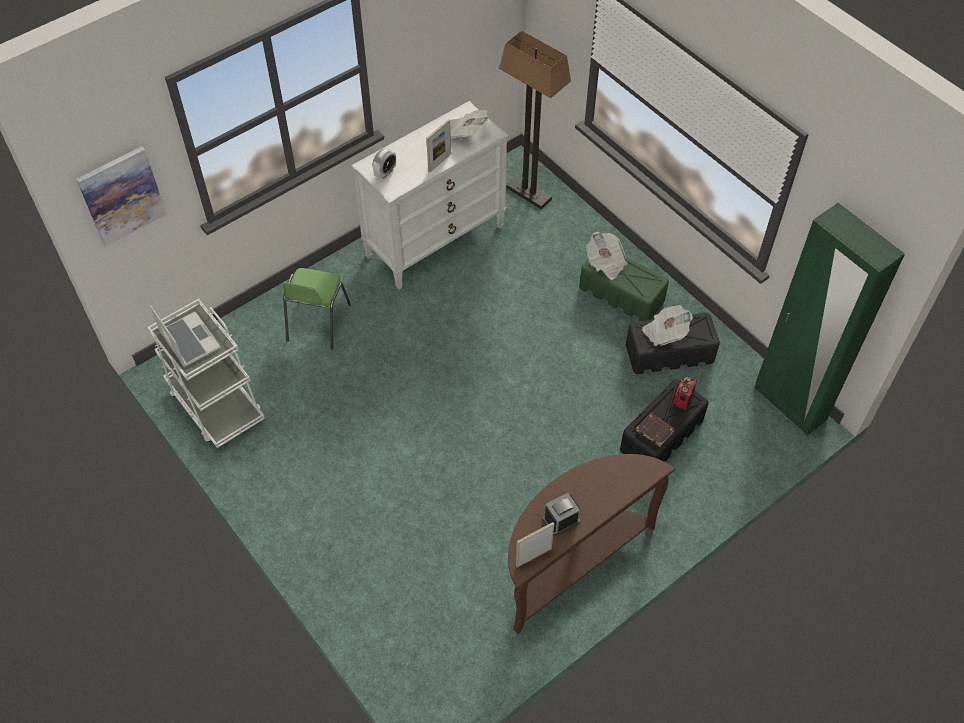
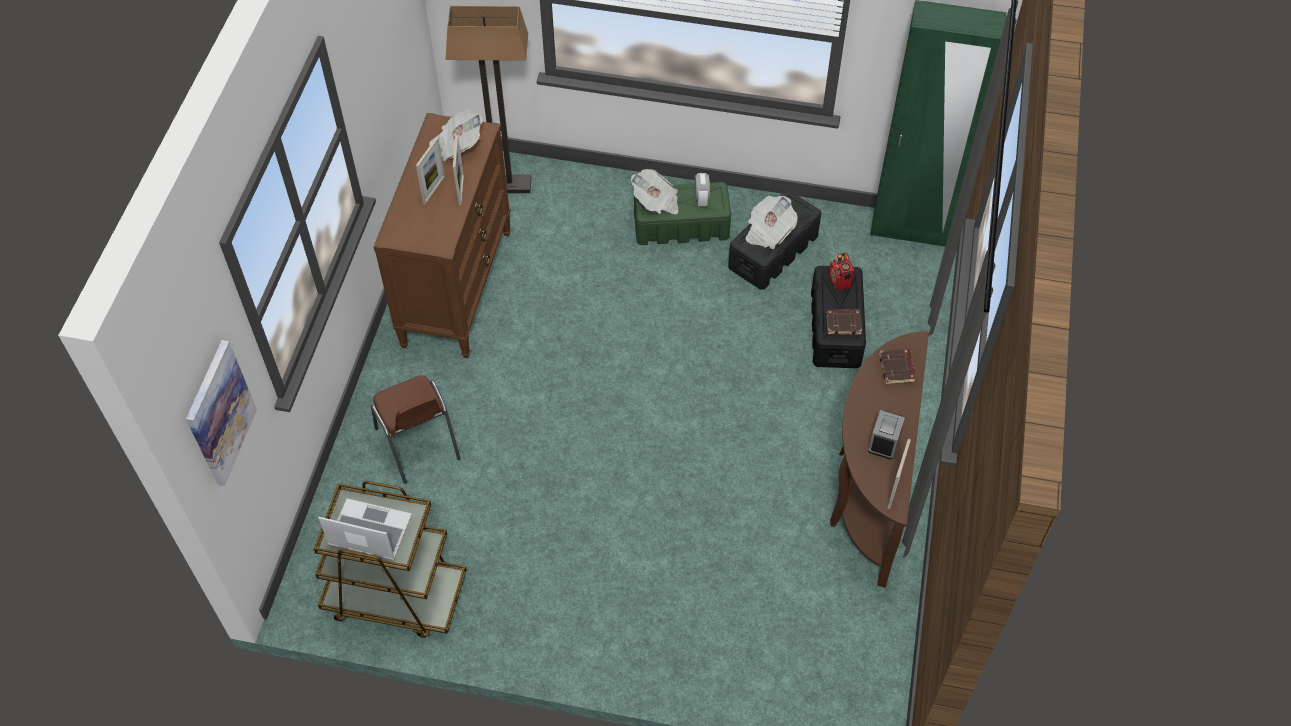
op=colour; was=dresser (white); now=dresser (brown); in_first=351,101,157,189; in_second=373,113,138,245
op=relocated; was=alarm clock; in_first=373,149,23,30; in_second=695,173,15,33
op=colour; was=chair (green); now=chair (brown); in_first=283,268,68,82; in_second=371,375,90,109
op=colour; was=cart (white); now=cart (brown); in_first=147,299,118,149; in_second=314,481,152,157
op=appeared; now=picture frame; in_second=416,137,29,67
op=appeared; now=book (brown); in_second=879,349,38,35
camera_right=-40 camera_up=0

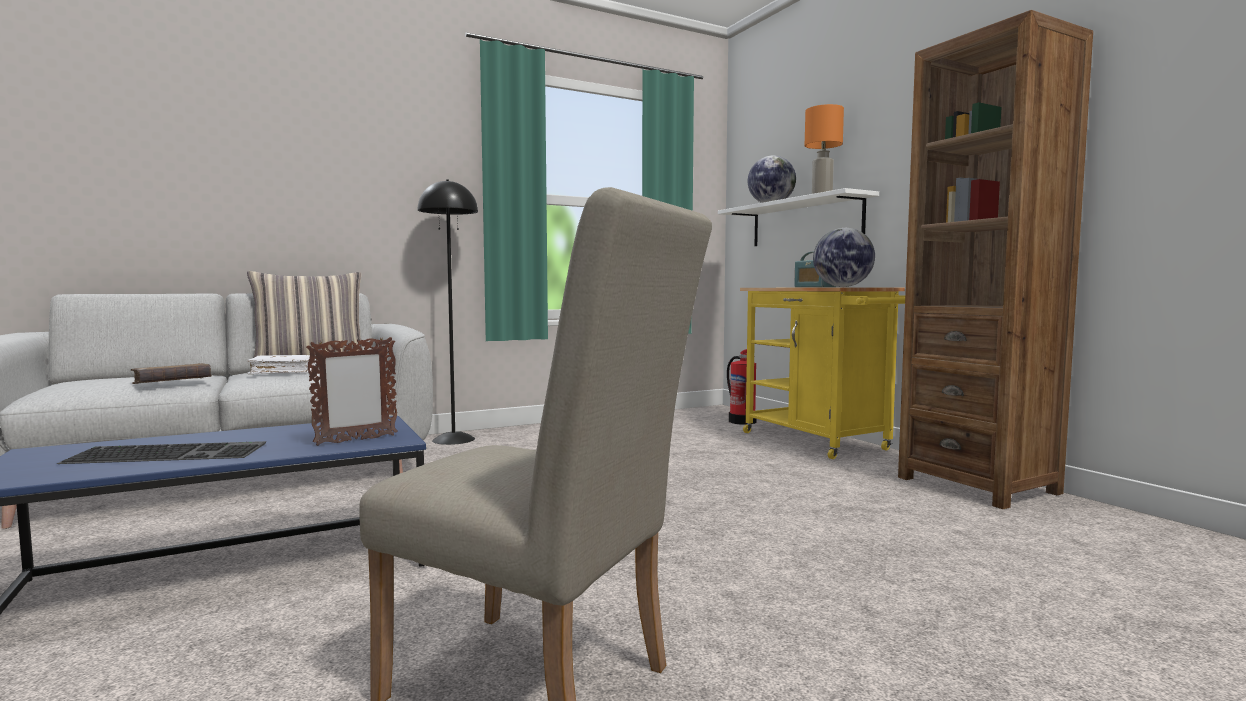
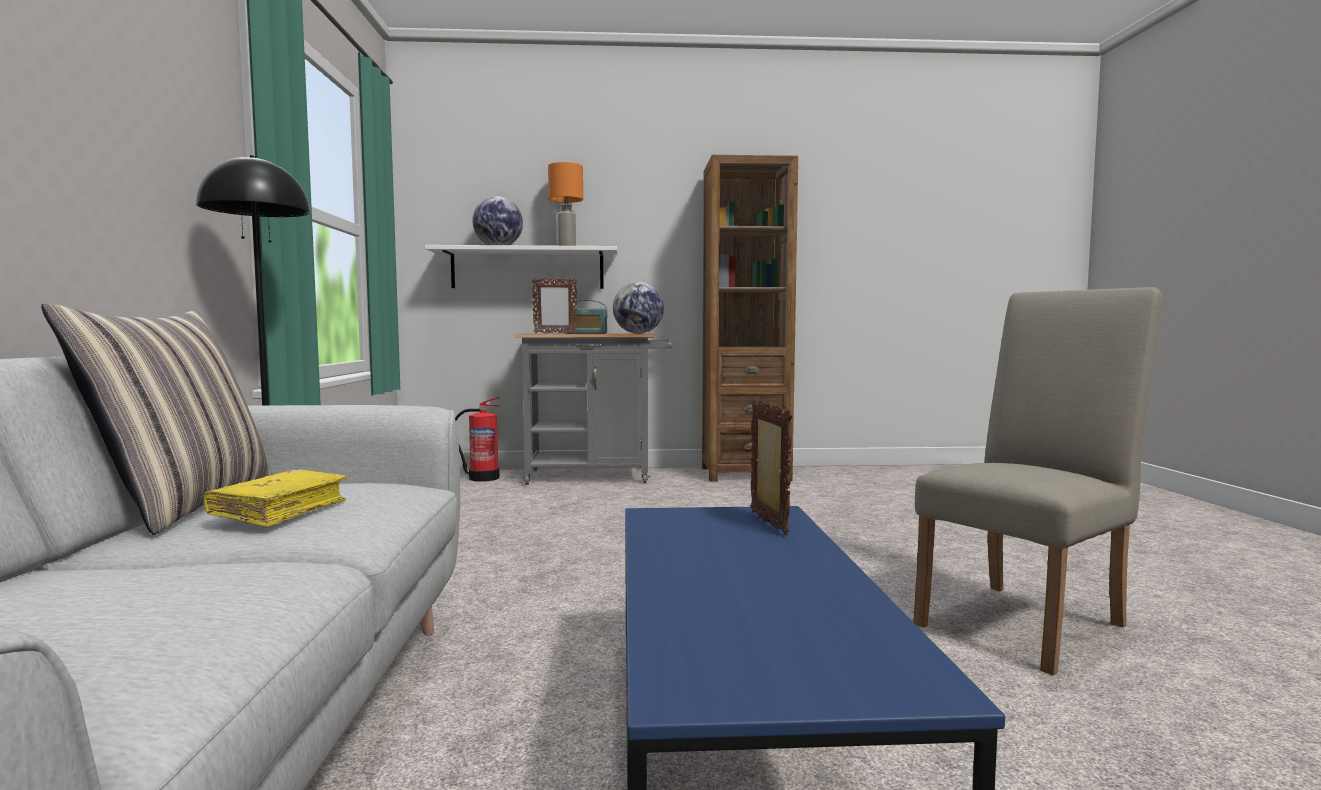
op=colour; was=cart (yellow); now=cart (grey); in_first=740,287,165,172; in_second=515,334,159,151
op=colour; was=book (white); now=book (yellow); in_first=247,355,69,19; in_second=203,469,144,58
op=missing; was=book (brown); in_first=130,363,82,21
op=missing; was=keyboard; in_first=57,441,209,23
op=appeared; now=picture frame; in_second=532,279,45,55
camera_right=-65 camera_up=0

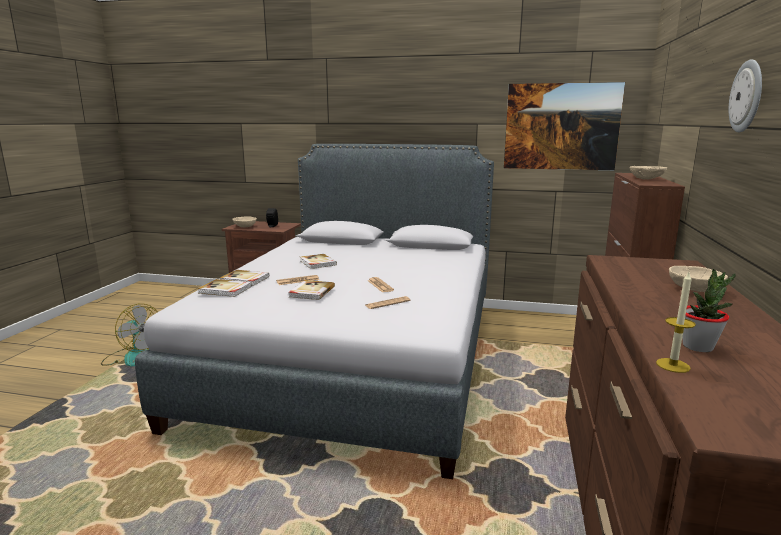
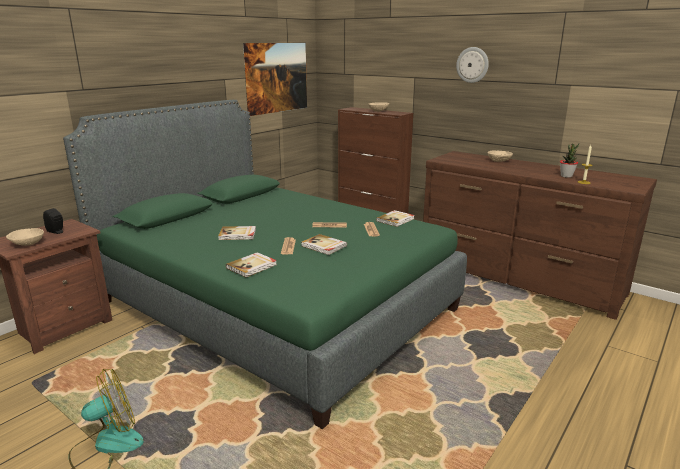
op=colour; was=bed (grey); now=bed (green); in_first=135,144,359,335; in_second=63,100,404,329
op=relocated; was=book; in_first=198,279,54,18; in_second=376,210,38,17
camera_right=-65 camera_up=5

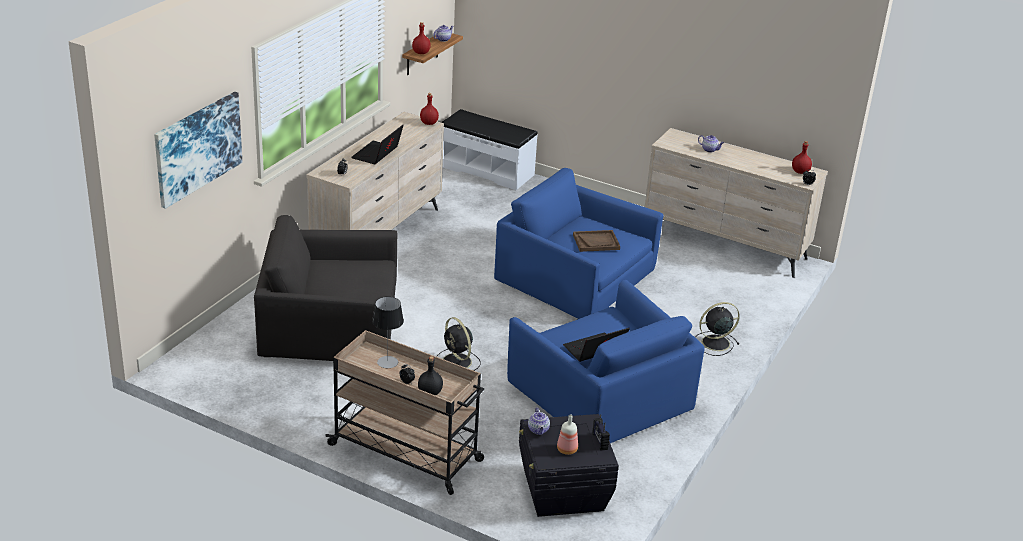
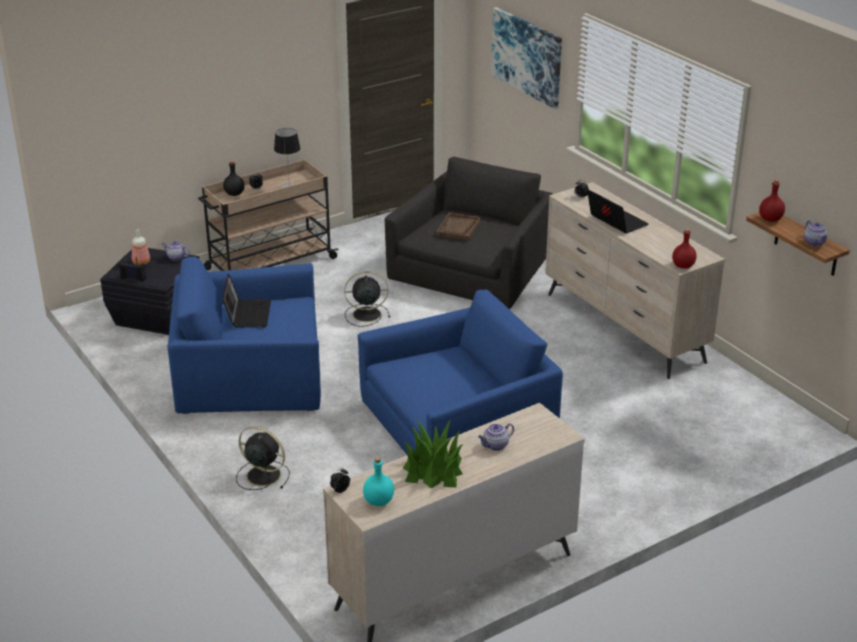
op=missing; was=bench (white); in_first=441,109,97,81
op=colour; was=bottle (red); now=bottle (turquoise); in_first=792,141,20,33; in_second=363,457,31,49
op=relocated; was=tray (brown); in_first=573,230,47,22; in_second=436,213,45,27
op=spun; was=fan (black); in_first=697,302,43,54; in_second=236,426,54,64; clockwise=-75
op=appeared; now=potted plant; in_second=403,420,60,68
camera_right=120 camera_up=0

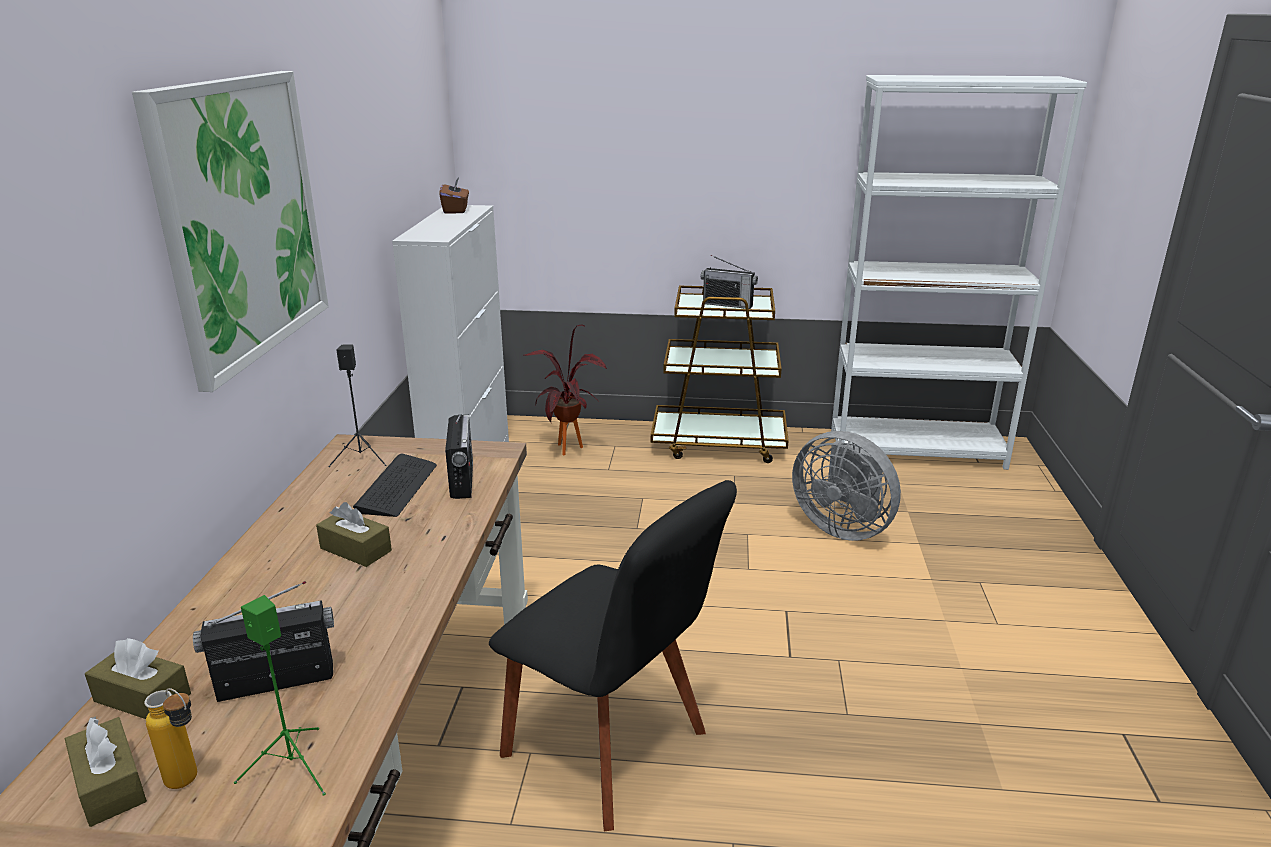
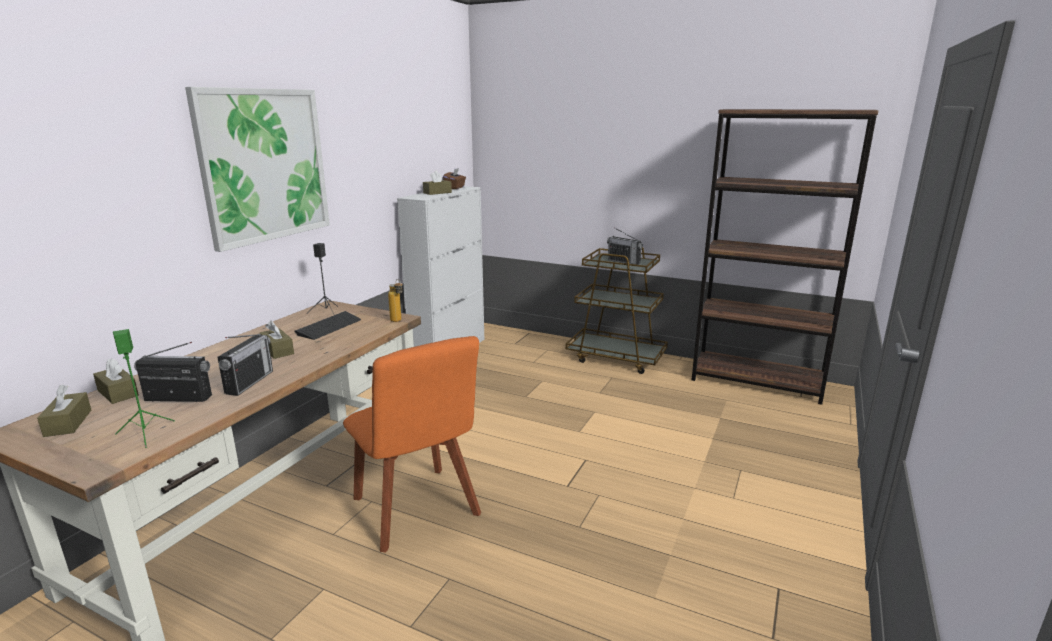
op=colour; was=bookcase (white); now=bookcase (brown); in_first=831,75,256,395; in_second=692,109,187,296
op=missing; was=potted plant; in_first=524,325,83,130
op=relocated; was=radio; in_first=445,414,28,85; in_second=217,334,56,62
op=missing; was=fan (grey); in_first=792,431,109,110
op=colour; was=chair (black); now=chair (orange); in_first=489,480,248,352; in_second=343,336,138,217
op=relocated; was=bottle; in_first=144,688,53,101; in_second=388,279,15,43
op=appeared; now=tissue box (brown); in_second=423,171,29,24
camera_right=20 camera_up=-5

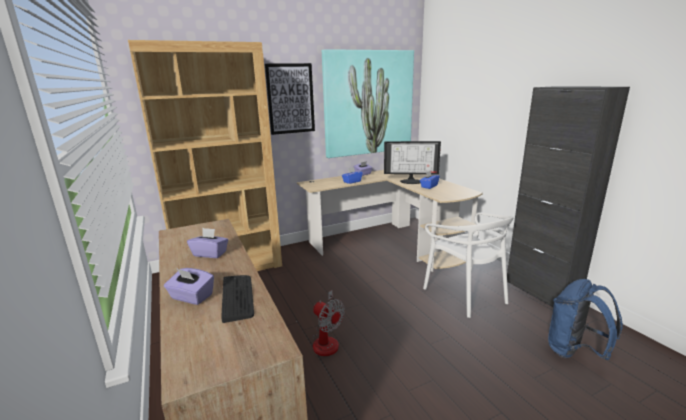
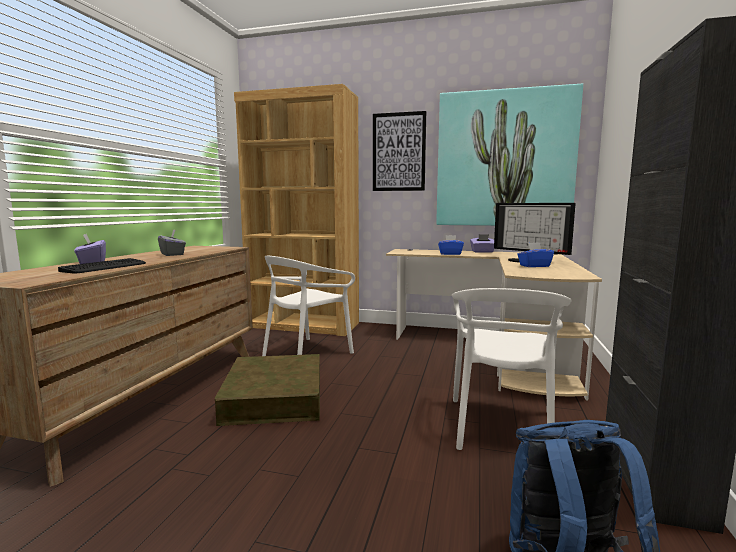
op=colour; was=tissue box (purple); now=tissue box (grey); in_first=187,228,41,30; in_second=158,229,28,27
op=exchanged; was=fan; now=storage box (brown); in_first=313,290,32,66; in_second=215,354,105,72
op=appeared; now=chair (white); in_second=262,256,93,100
camera_right=40 camera_up=-10

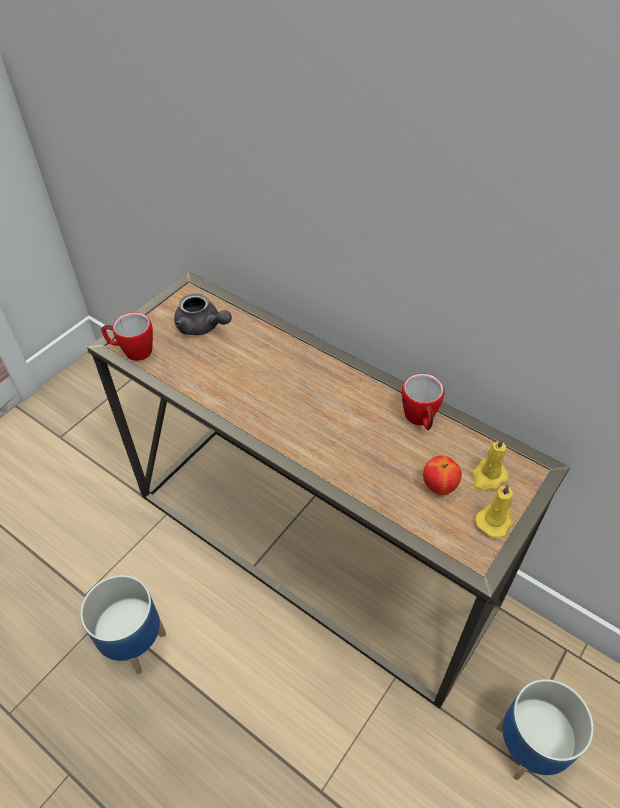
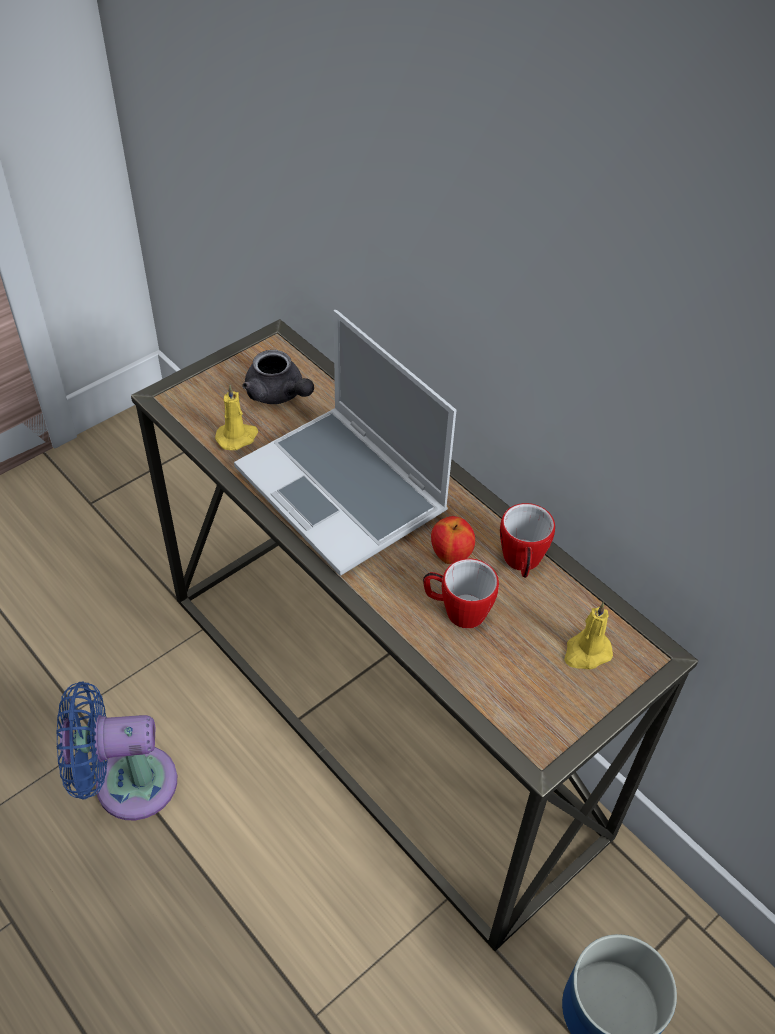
op=relocated; was=mug; in_first=101,312,52,49; in_second=423,558,76,70
op=relocated; was=apple; in_first=423,456,39,40; in_second=431,516,44,48
op=relocated; was=candle (yellow); in_first=475,484,38,54; in_second=215,385,43,65
op=exchanged; was=planter; now=fan (blue); in_first=81,575,85,99; in_second=56,682,121,138
op=appeared; now=laptop; in_second=234,310,222,266
camera_right=10 camera_up=0

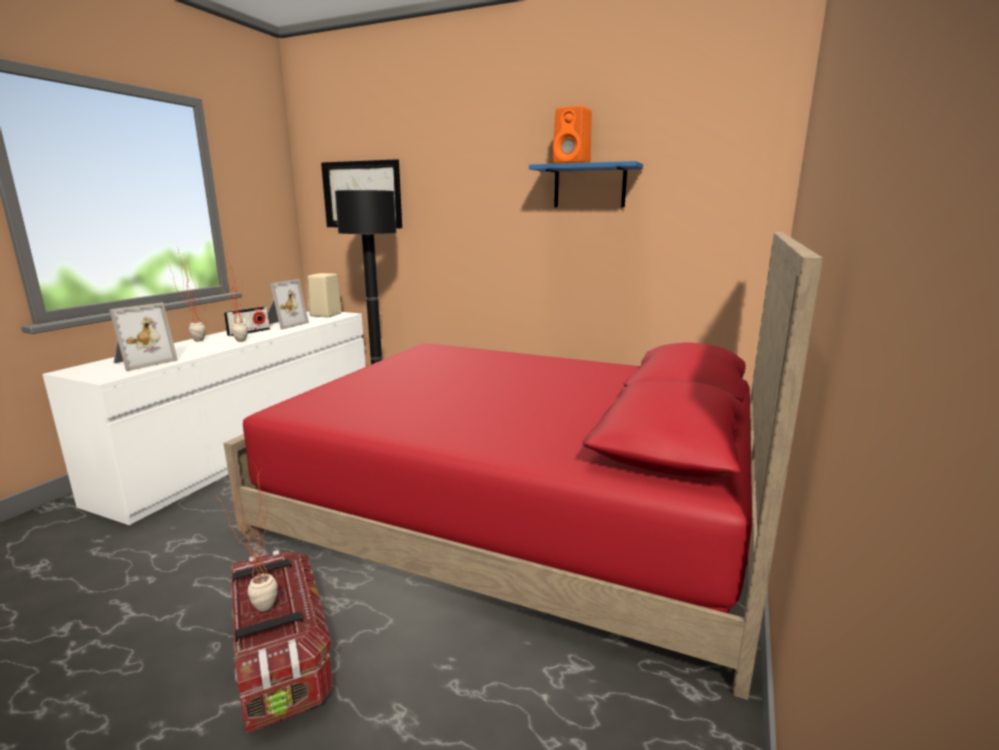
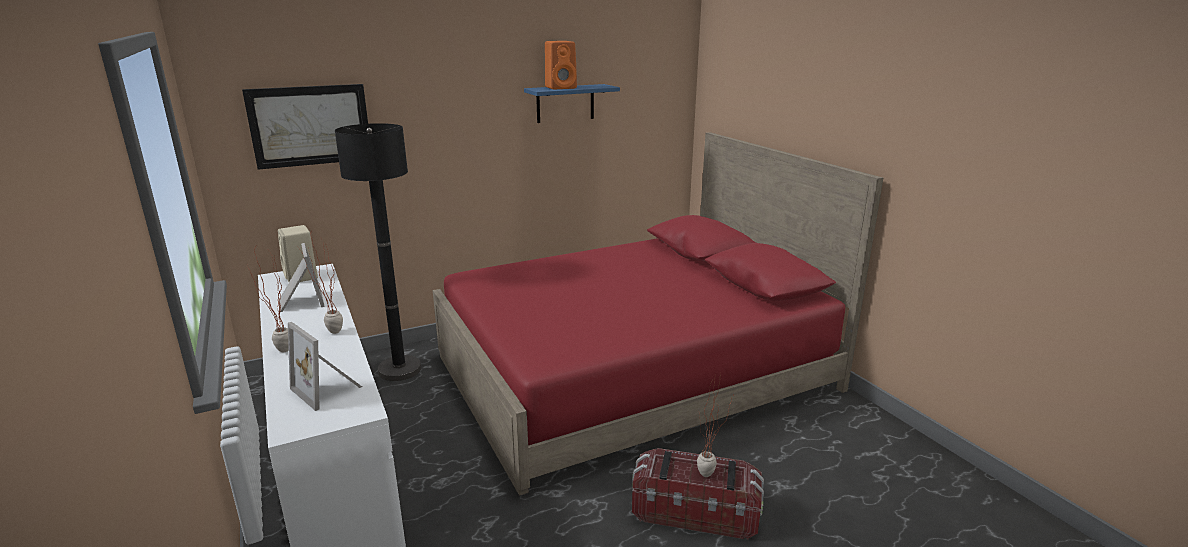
op=spun; was=picture frame; in_first=109,302,69,69; in_second=288,322,74,89; clockwise=150
op=missing; was=radio; in_first=224,306,46,30
camera_right=-50 camera_up=5

